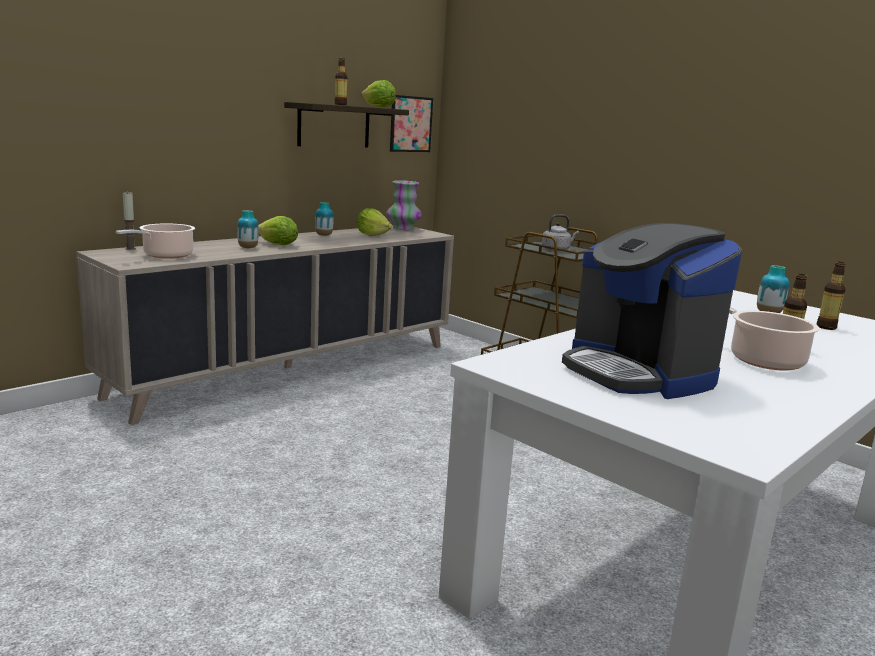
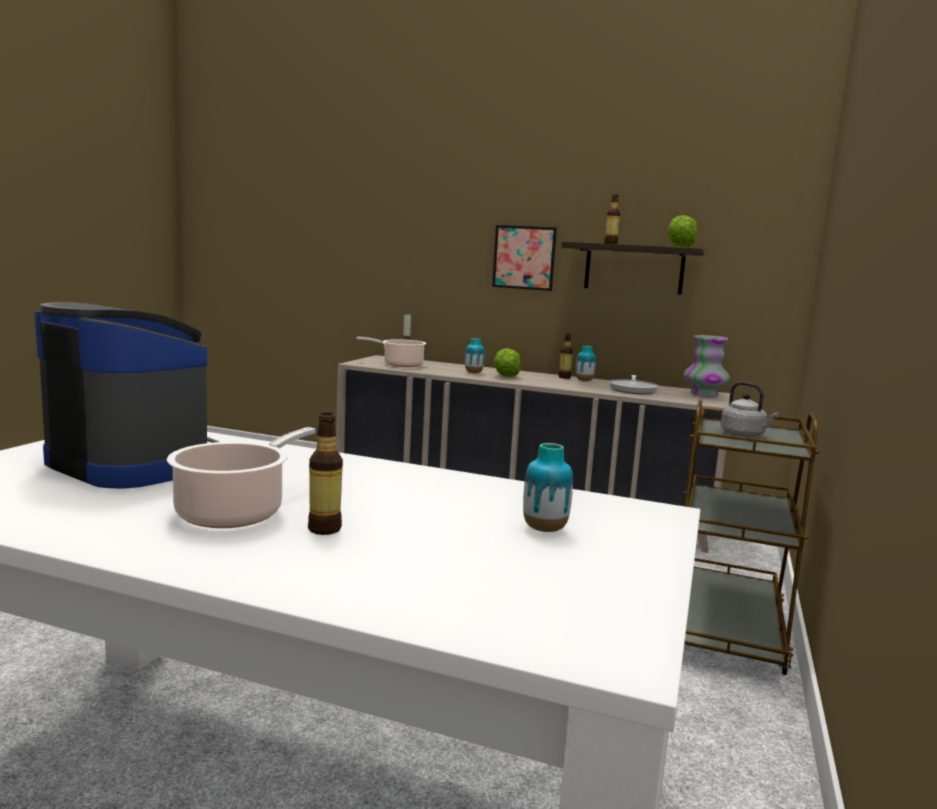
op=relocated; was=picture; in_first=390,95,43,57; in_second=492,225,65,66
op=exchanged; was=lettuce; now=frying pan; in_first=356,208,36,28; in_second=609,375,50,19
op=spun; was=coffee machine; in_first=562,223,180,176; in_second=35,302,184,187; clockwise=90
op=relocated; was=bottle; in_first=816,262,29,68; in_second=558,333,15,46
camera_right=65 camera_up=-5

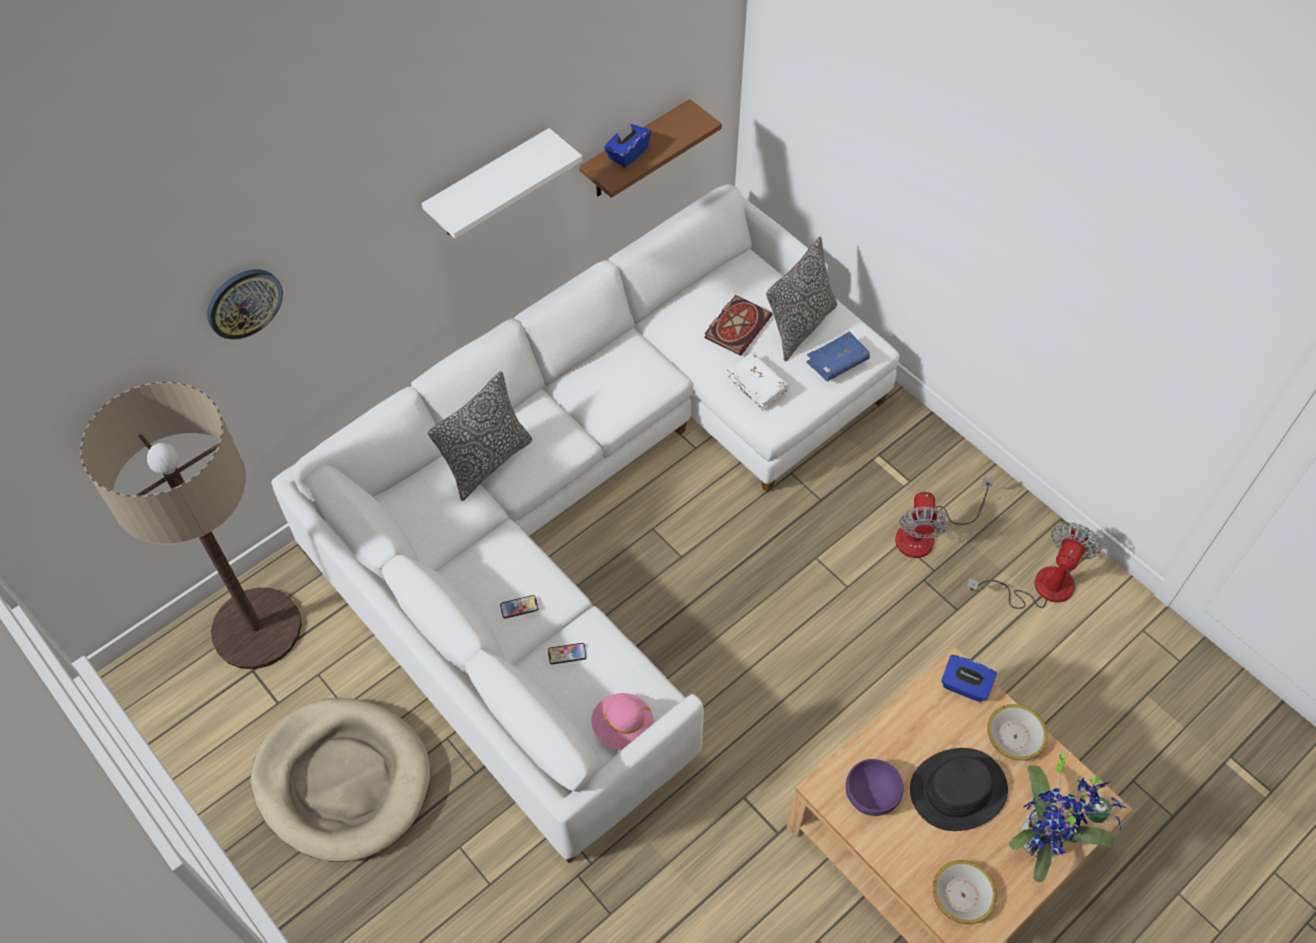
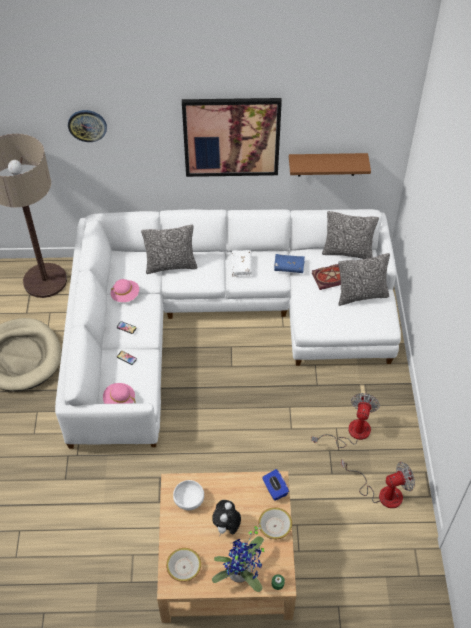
op=missing; was=tissue box (blue); in_first=604,122,47,46
op=exchanged; was=shelf (white); now=picture; in_first=422,128,161,110; in_second=182,98,100,79
op=relocated; was=book (blue); in_first=807,331,63,50; in_second=274,254,31,19
op=relocated; was=book (white); in_first=727,352,62,58; in_second=232,250,20,27
op=spun; was=fan; in_first=895,477,100,81; in_second=311,393,69,55; clockwise=150
op=exchanged; was=hat (black); now=plush toy; in_first=910,748,98,83; in_second=212,500,29,37
op=colour; was=bowl (purple); now=bowl (white); in_first=846,759,58,57; in_second=173,480,31,30
op=appeared; now=pillow; in_second=322,211,57,48
op=appeared; now=hat (pink); in_second=111,279,28,23
camera_right=40 camera_up=-5

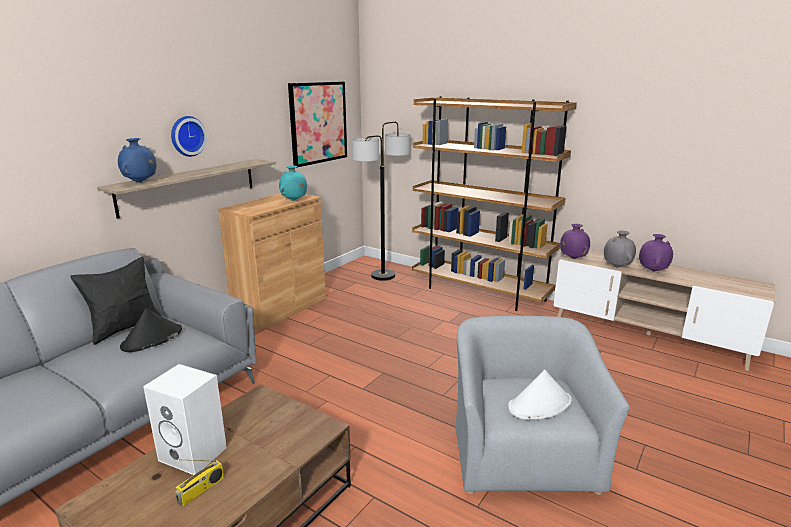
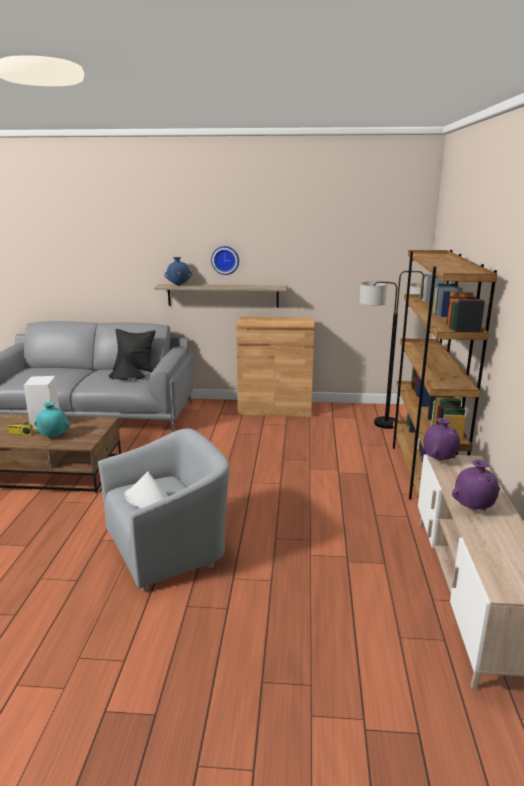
op=missing; was=picture; in_first=288,82,59,86
op=relocated; was=vase (turquoise); in_first=279,166,28,35; in_second=35,402,35,35
op=missing; was=vase (grey); in_first=604,230,32,38
camera_right=60 camera_up=0

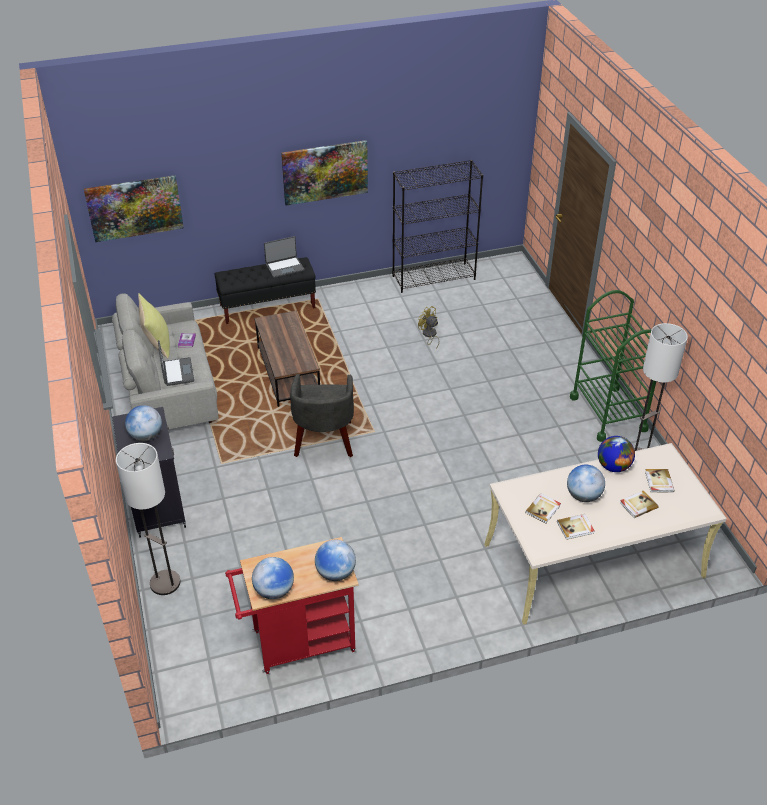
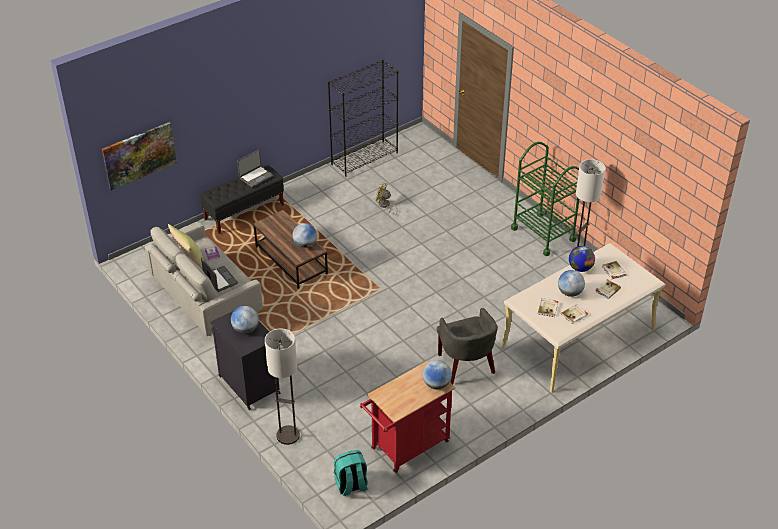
op=missing; was=picture; in_first=281,140,87,65
op=relocated; was=armchair (grey); in_first=290,374,64,83; in_second=437,308,61,76
op=relocated; was=globe; in_first=252,557,42,42; in_second=292,223,25,25
op=appeared; now=backpack (turquoise); in_second=334,450,34,46
camera_right=-20 camera_up=0

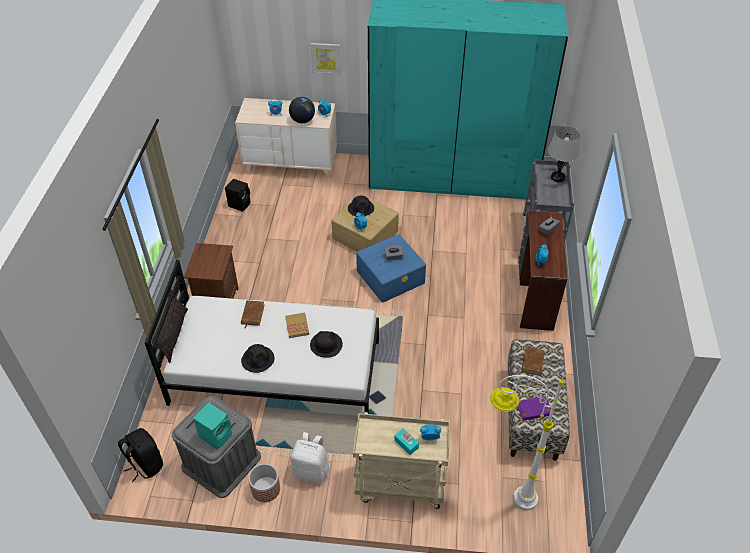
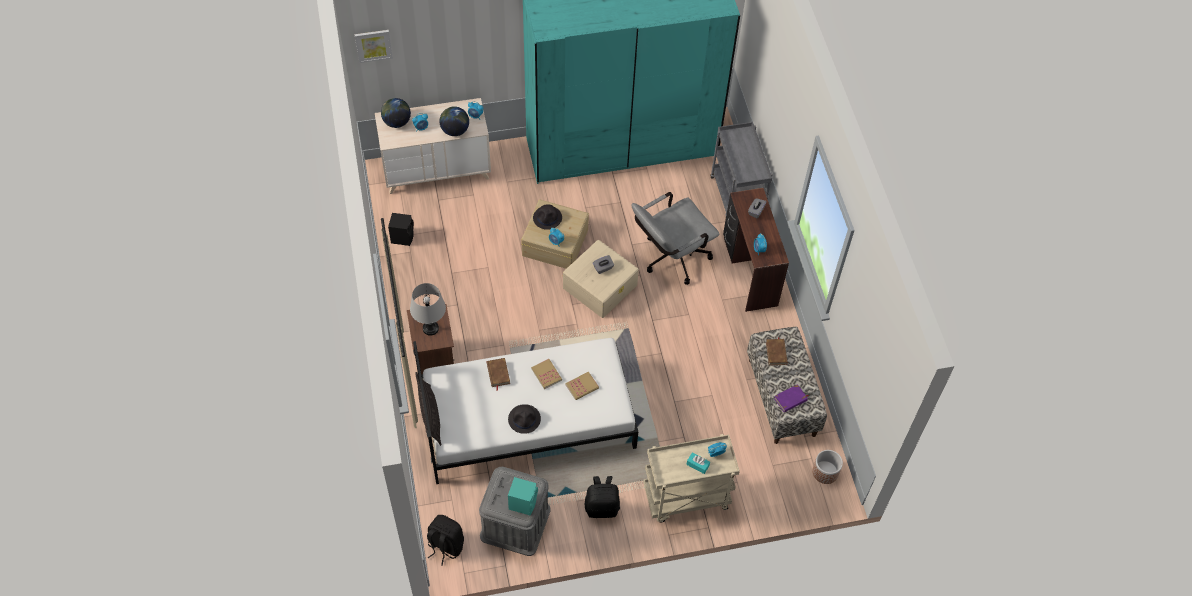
op=relocated; was=picture; in_first=311,43,30,32; in_second=355,30,38,33
op=relocated; was=table lamp (grey); in_first=548,126,32,56; in_second=410,283,36,53
op=colour; was=storage box (blue); now=storage box (beige); in_first=356,234,70,69; in_second=563,240,76,78
op=exchanged; was=hat (black); now=book; in_first=310,331,33,27; in_second=565,372,34,28
op=missing; was=floor lamp (white); in_first=490,375,74,135
op=colour; was=backpack (white); now=backpack (black); in_first=291,432,38,51; in_second=585,476,35,42
op=relocated; was=planter; in_first=248,464,32,38; in_second=812,450,31,34
op=appeared; now=globe; in_second=381,98,30,30
op=appeared; now=office chair (grey); in_second=632,192,87,93
camera_right=-20 camera_up=10

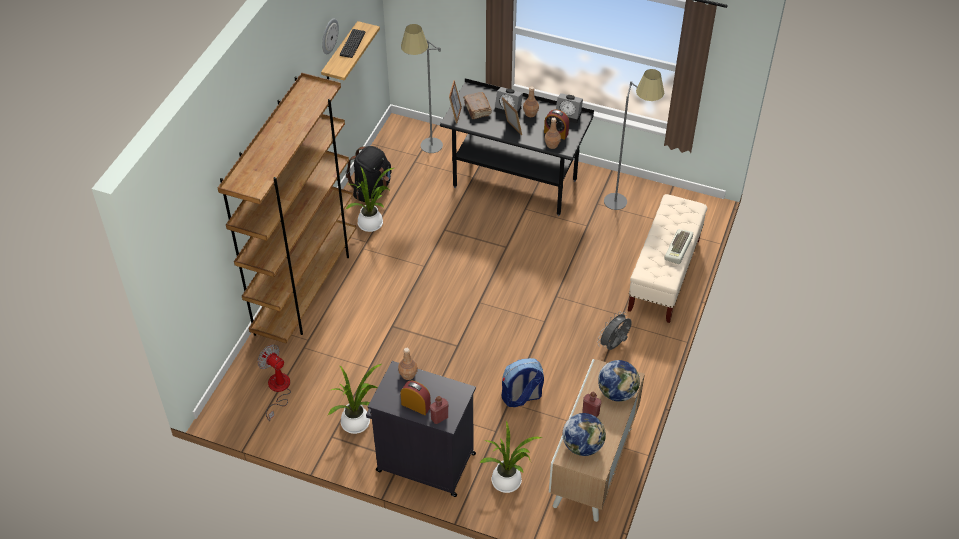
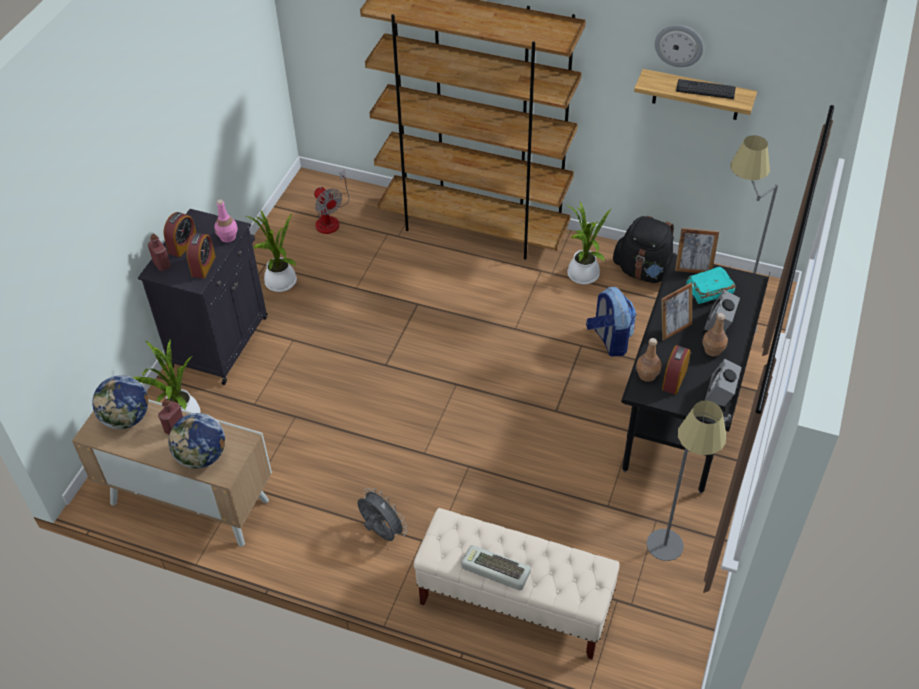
op=colour; was=book (brown); now=book (turquoise); in_first=463,92,29,27; in_second=686,266,50,38
op=spun; was=fan; in_first=257,344,34,77; in_second=314,170,35,64; clockwise=105
op=colour; was=bottle (brown); now=bottle (pink); in_first=398,348,20,32; in_second=214,199,24,43
op=relocated; was=backpack; in_first=502,358,42,49; in_second=586,287,50,70
op=appeared; now=alarm clock; in_second=187,233,29,45
camera_right=90 camera_up=0

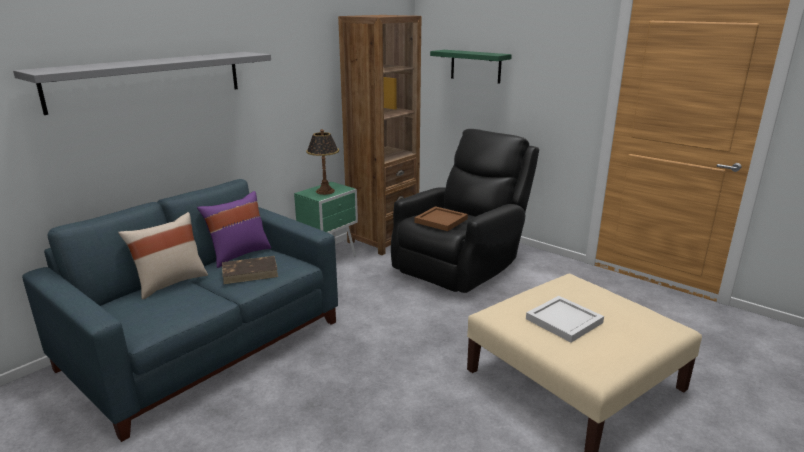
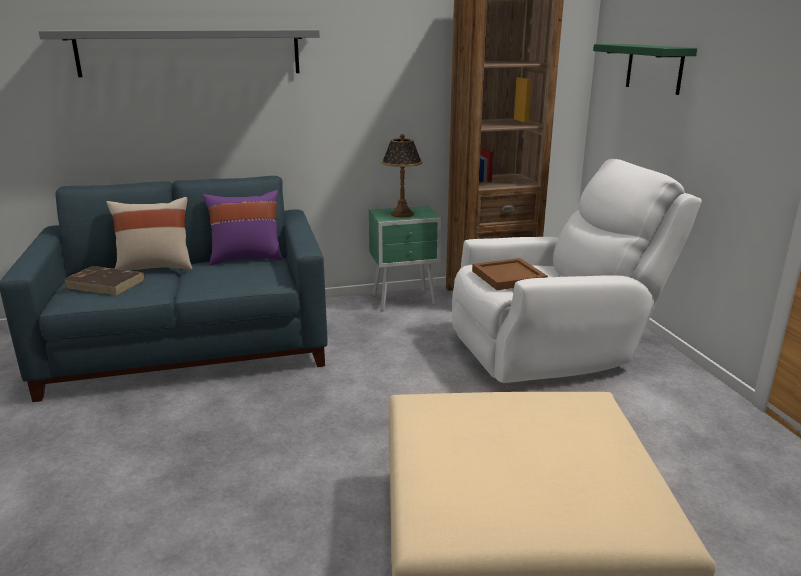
op=colour; was=armchair (black); now=armchair (white); in_first=391,129,148,164; in_second=452,159,250,224
op=relocated; was=book (brown); in_first=222,256,56,28; in_second=63,266,82,30
op=missing; was=tray (white); in_first=526,296,78,47
camera_right=35 camera_up=0

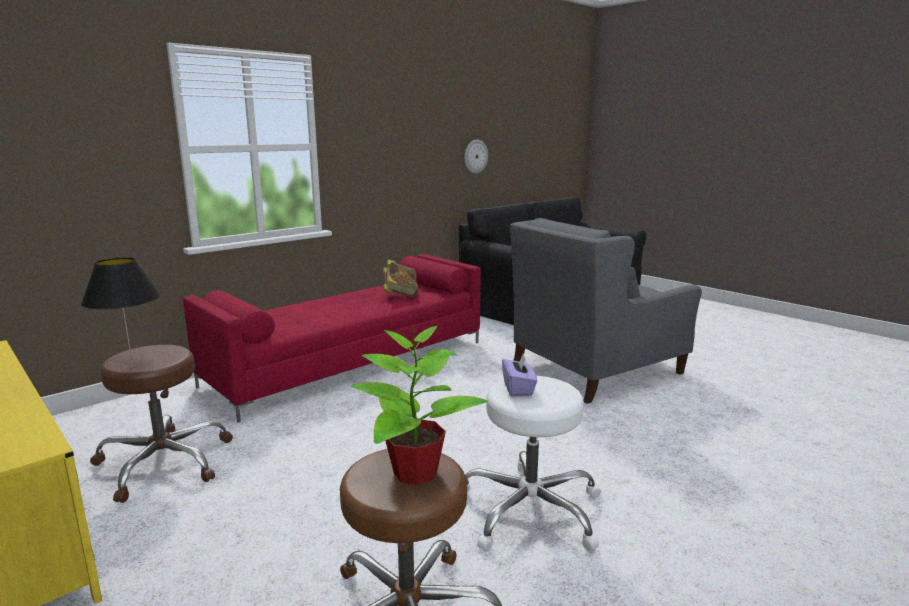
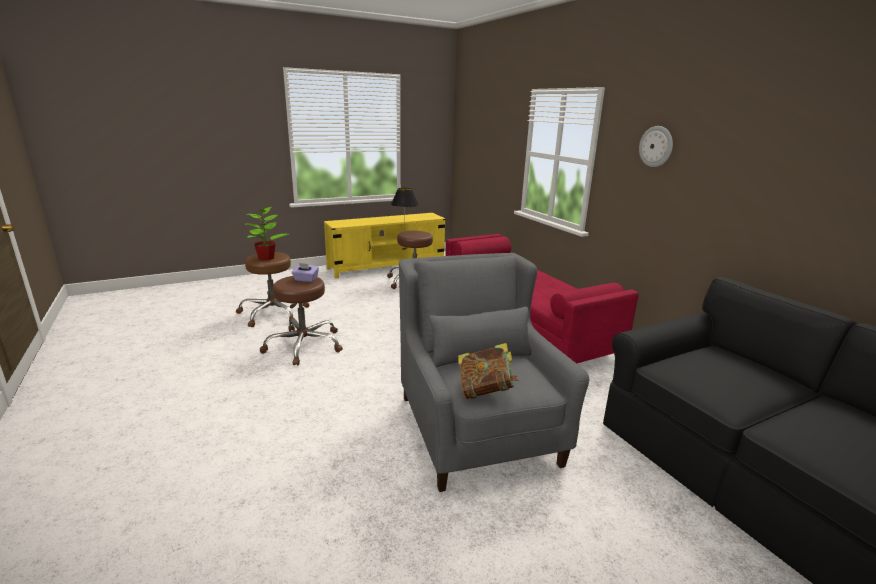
op=relocated; was=wall clock; in_first=465,140,23,33; in_second=639,126,34,41
op=relocated; was=book; in_first=383,259,35,39; in_second=458,343,61,56
op=colour; was=stool (white); now=stool (brown); in_first=465,376,136,175; in_second=260,276,83,89
camera_right=105 camera_up=5

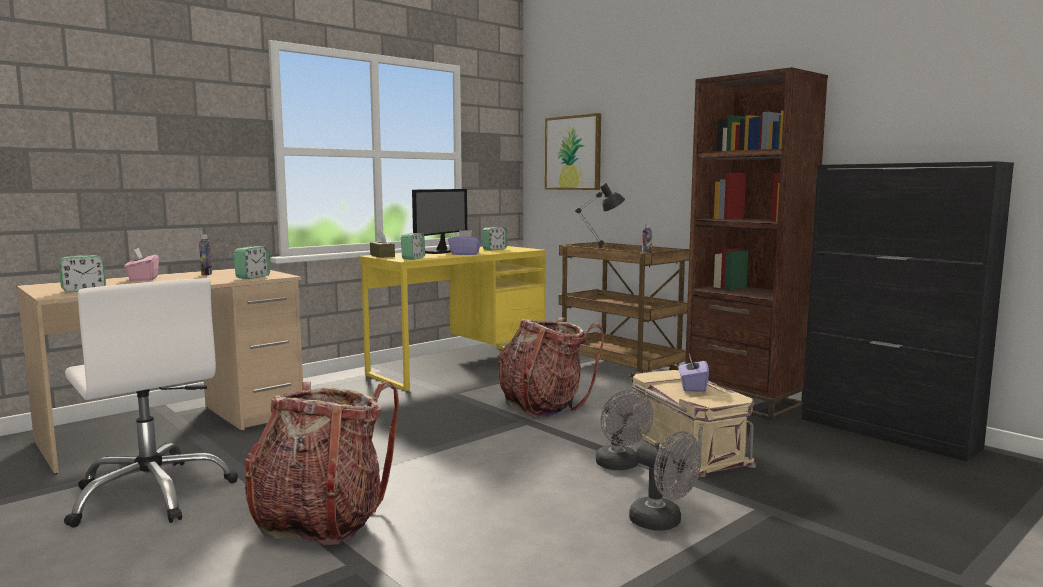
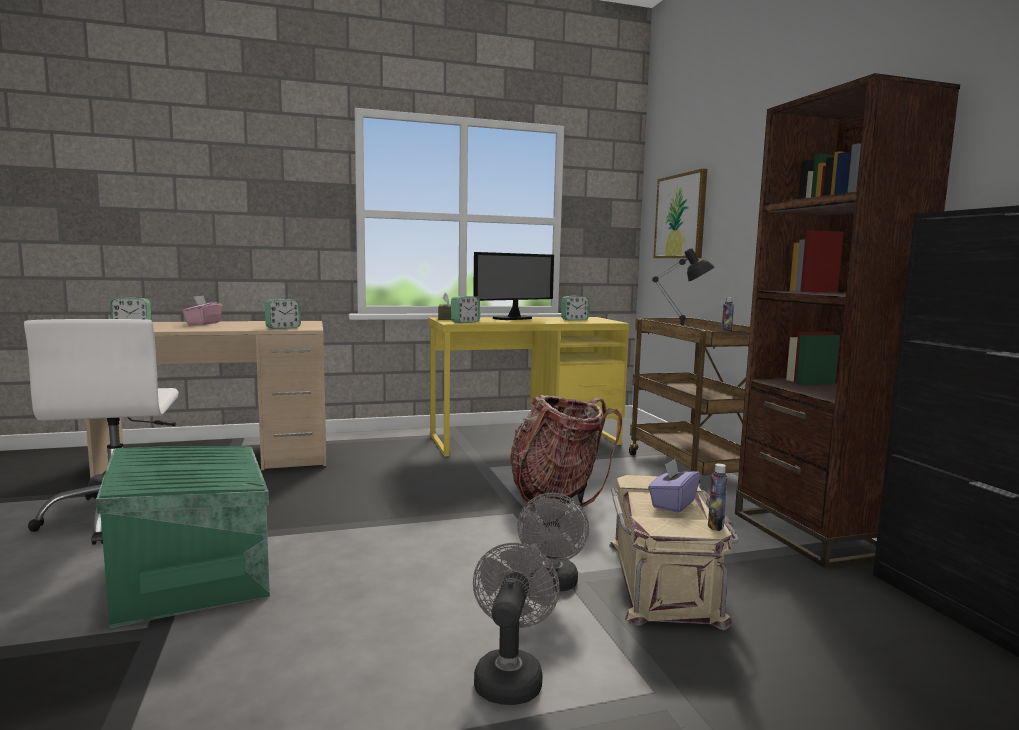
op=missing; was=tissue box (purple); in_first=448,230,33,25
op=relocated; was=bottle; in_first=199,235,13,41; in_second=708,463,20,68
op=exchanged; was=backpack; now=storage box (green); in_first=245,381,154,164; in_second=96,446,174,182
op=spun; was=fan (grey); in_first=629,431,72,100; in_second=473,543,87,162; clockwise=-150
camera_right=25 camera_up=0

